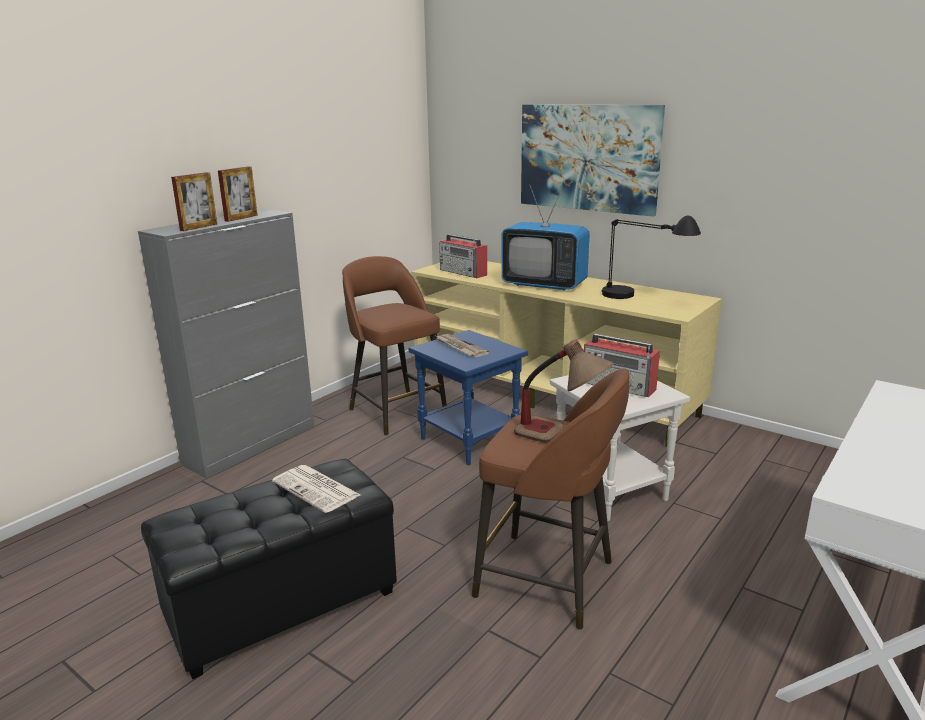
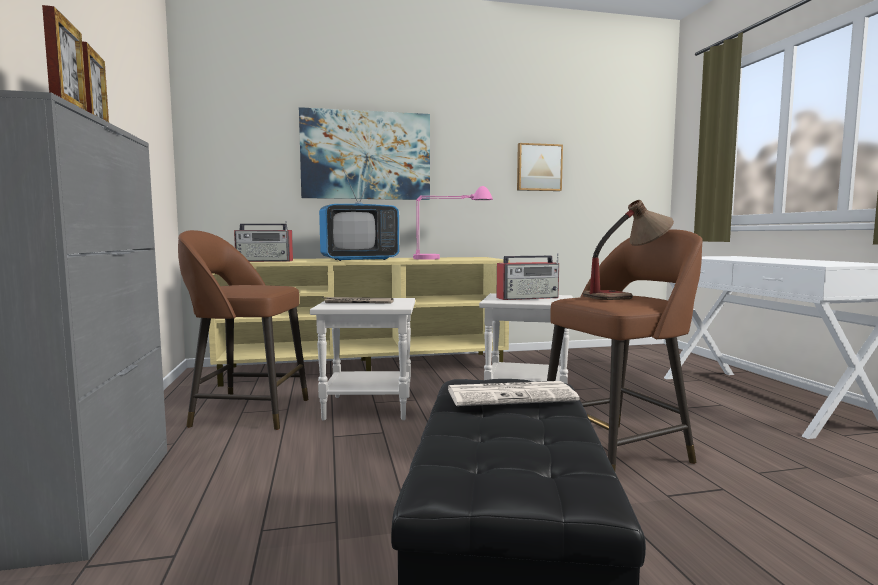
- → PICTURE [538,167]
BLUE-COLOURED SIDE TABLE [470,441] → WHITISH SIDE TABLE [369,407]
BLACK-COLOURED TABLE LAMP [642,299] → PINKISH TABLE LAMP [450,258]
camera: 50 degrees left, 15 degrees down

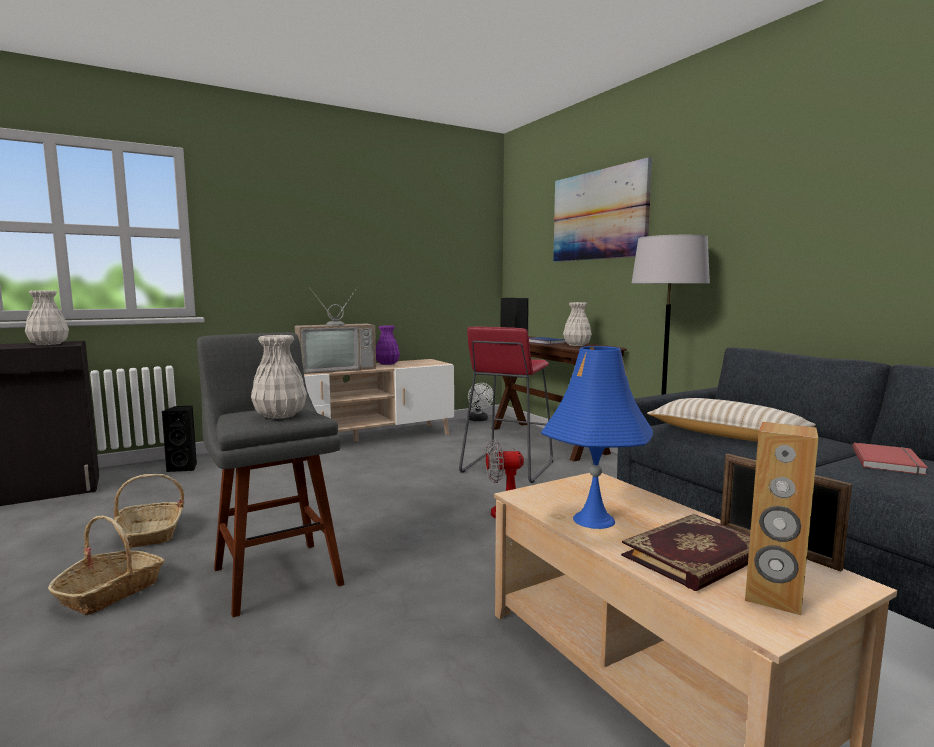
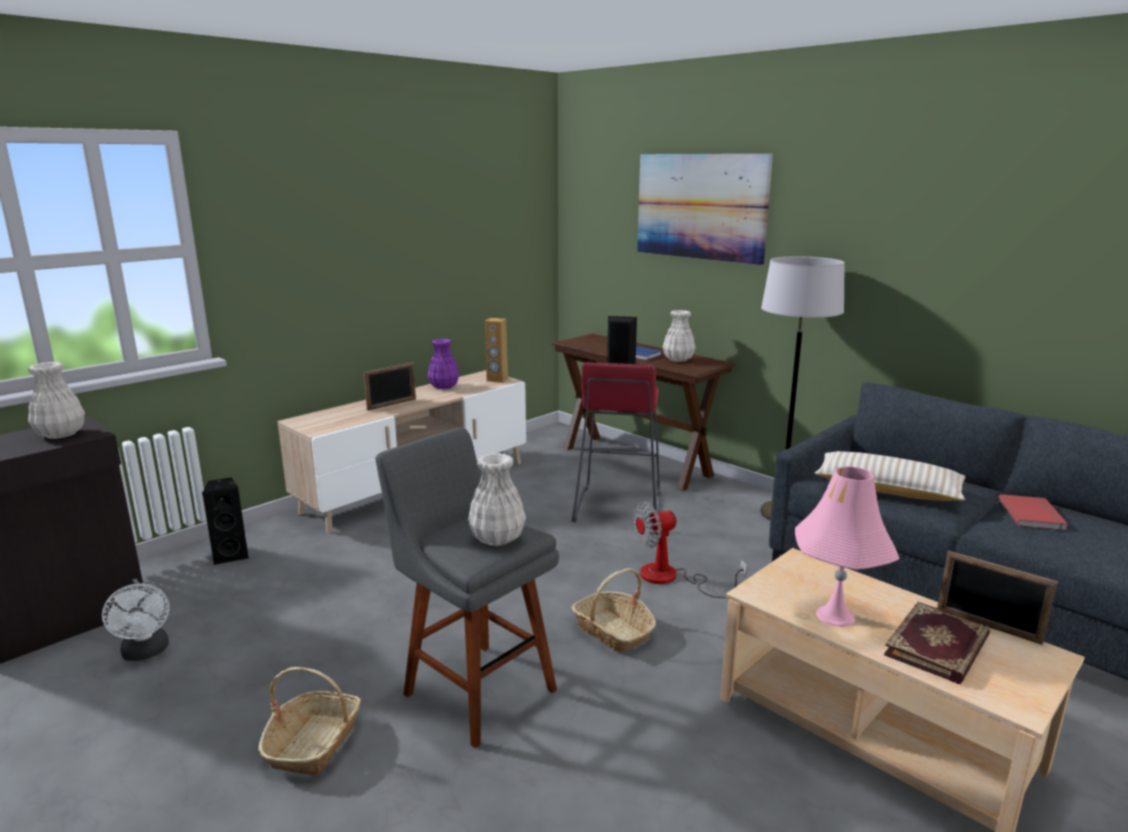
STORAGE BASKET [150,533] → STORAGE BASKET [613,631], relocated
WHITISH ELECTRIC FAN [479,420] → WHITISH ELECTRIC FAN [146,653], relocated
BROWN AUDIO SPEAKER [773,597] → BROWN AUDIO SPEAKER [497,380], relocated
TV SET [336,369] → STANDING FRAME [392,404]
BLUE-COLOURED TABLE LAMP [594,519] → PINKISH TABLE LAMP [835,615]
camera: 15 degrees left, 10 degrees up

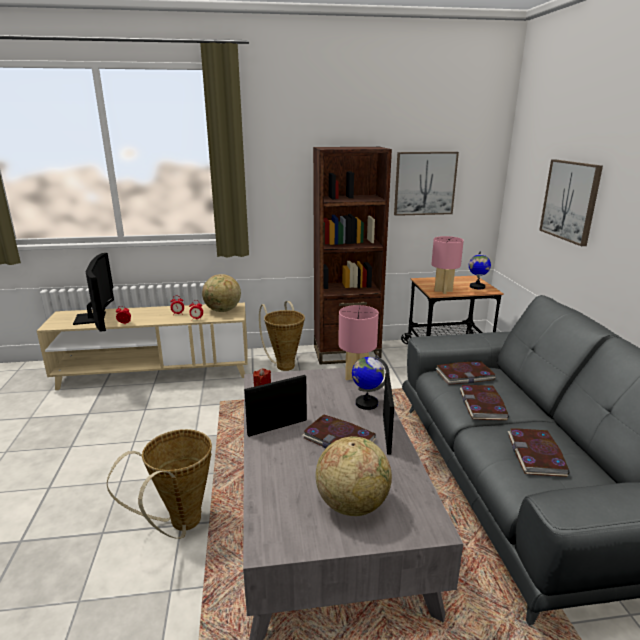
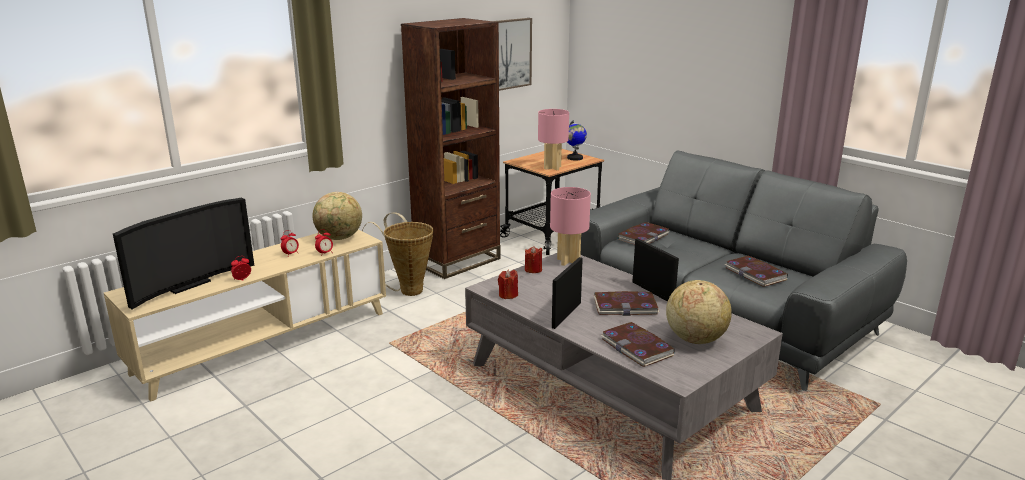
STORAGE BASKET [180,525] → -
DESK GLOBE [366,403] → -
PICTURE [570,201] → -
- → RED CANDLE [533,270]
BOOK [483,405] → BOOK [637,347], relocated
TV SET [95,318] → TV SET [186,284], 90 degrees clockwise
camera: 35 degrees left, 0 degrees up

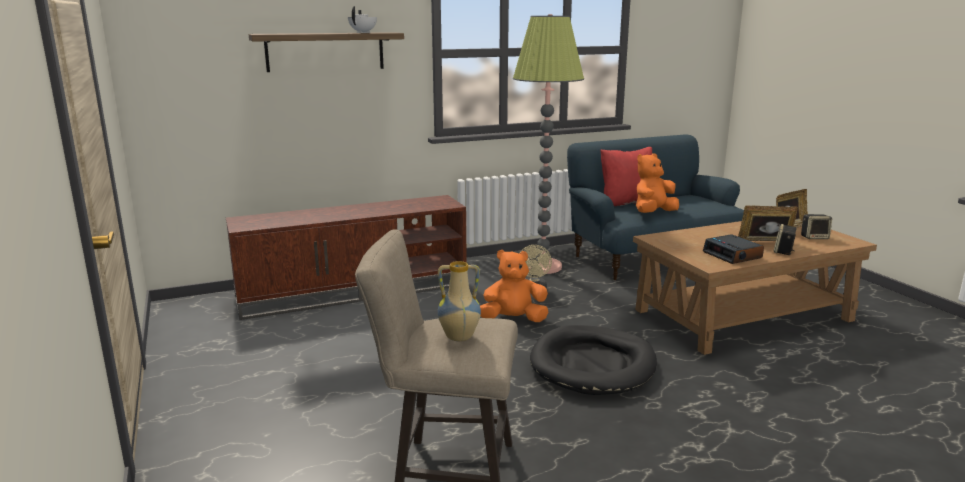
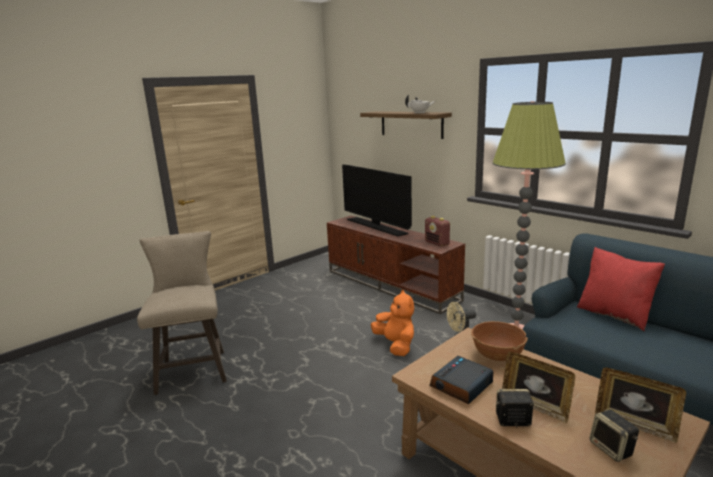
FLOWER VASE [459,338] → -
BLACK-COLOURED DOG CUSHION [593,365] → -
ORANGEY PLUSH TOY [653,213] → -
- → TV SET [376,226]
- → RADIO RECEIVER [437,243]
- → BROWN DEEP DISH [497,355]
STANDING FRAME [765,242] → STANDING FRAME [535,406], 150 degrees clockwise
camera: 70 degrees right, 0 degrees up

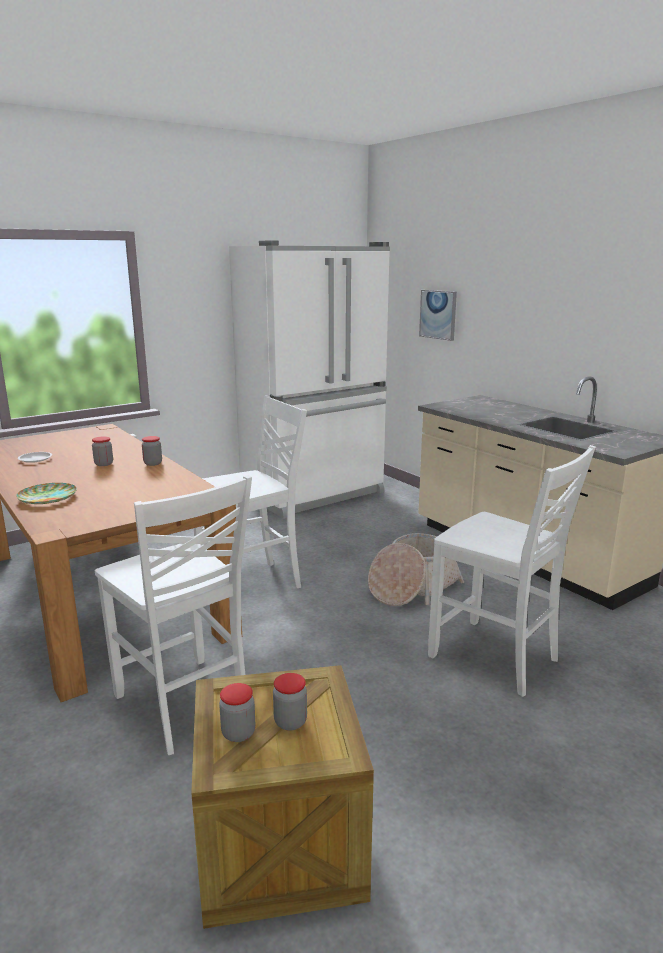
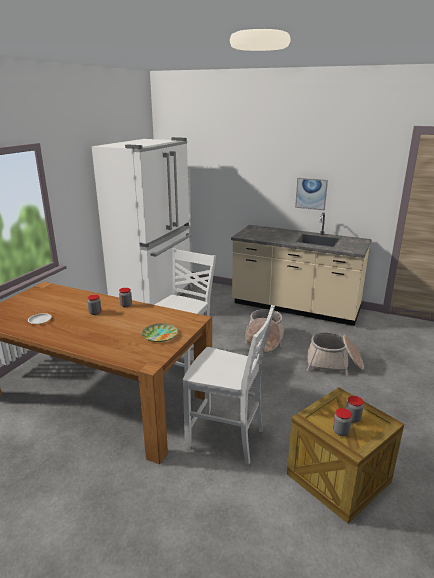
FLAT DISH [47,497] → FLAT DISH [159,335], relocated
PICTURE [438,314] → PICTURE [311,193], relocated
WHITISH CHAIR [496,658] → STORAGE BASKET [334,363]
camera: 30 degrees left, 5 degrees up

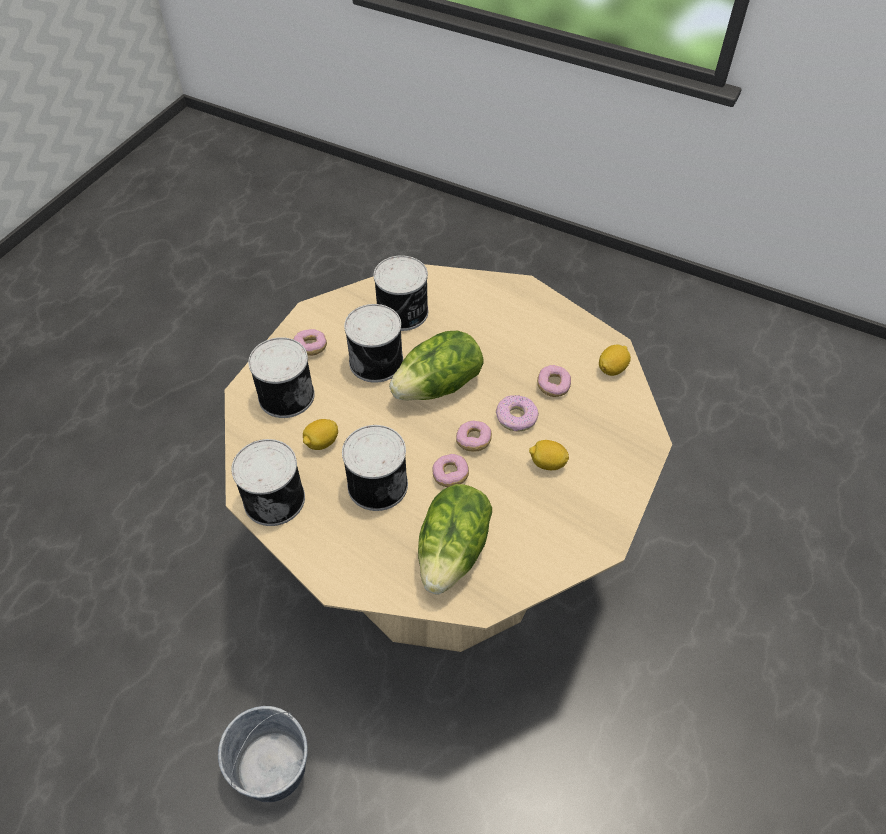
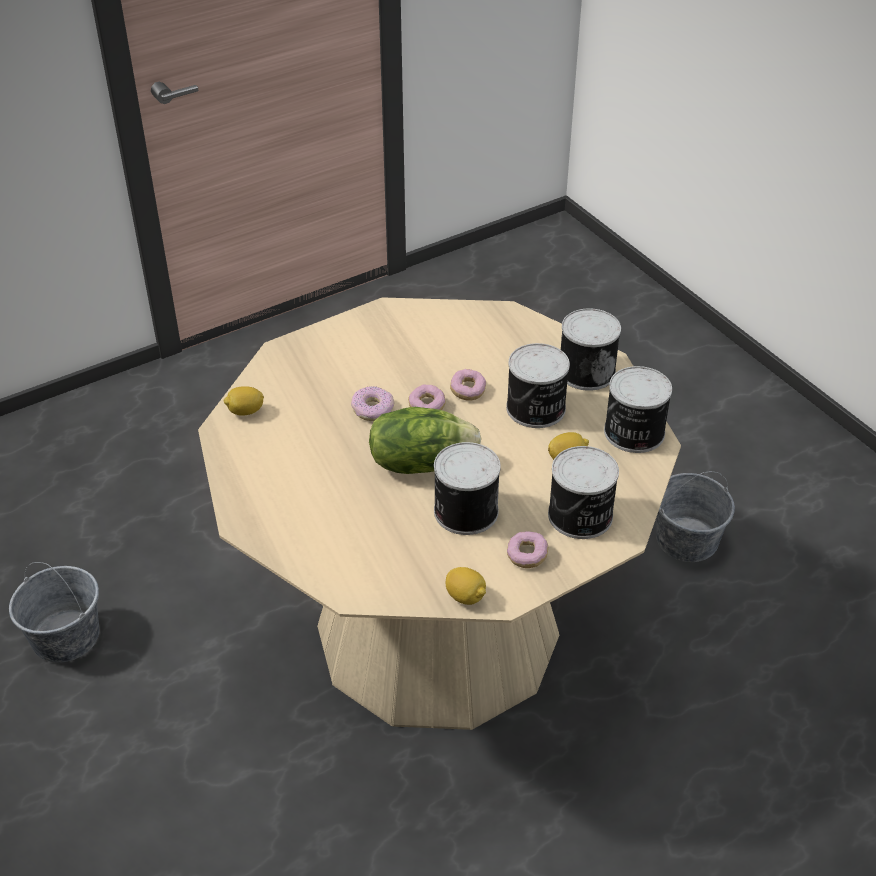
HEAD OF LETTUCE [454,551] → -
DOUGHNUT [553,386] → -
- → GREYISH PAIL [65,636]
METAL CAN [403,312] → METAL CAN [586,370], relocated
LEMON [547,463] → LEMON [465,597], relocated
camera: 150 degrees left, 10 degrees down

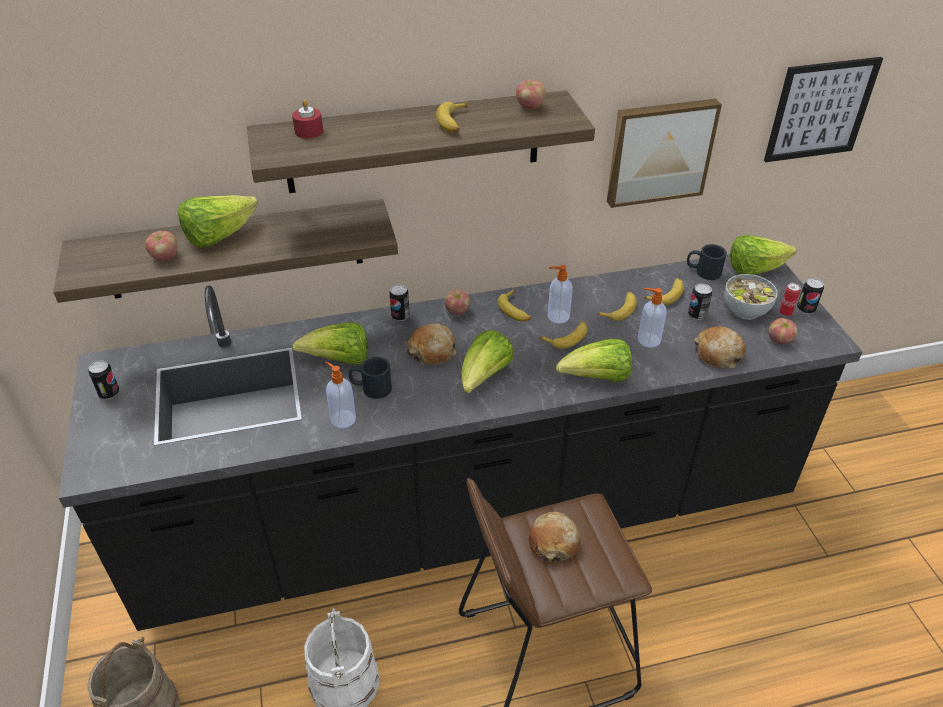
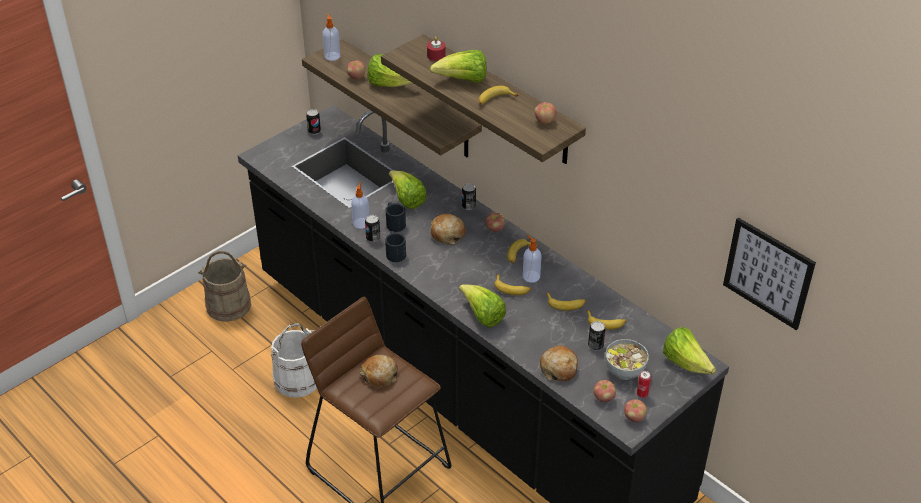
PICTURE [659,151] → -
- → APPLE FRUIT [634,417]
HEAD OF LETTUCE [484,377] → HEAD OF LETTUCE [463,80], relocated
LIQUID SOAP BOTTLE [648,340] → LIQUID SOAP BOTTLE [332,56], relocated
BLACK-COLOURED MUG [703,271] → BLACK-COLOURED MUG [395,252], relocated
METAL CAN [806,309] → METAL CAN [373,238], relocated
camera: 60 degrees right, 0 degrees up

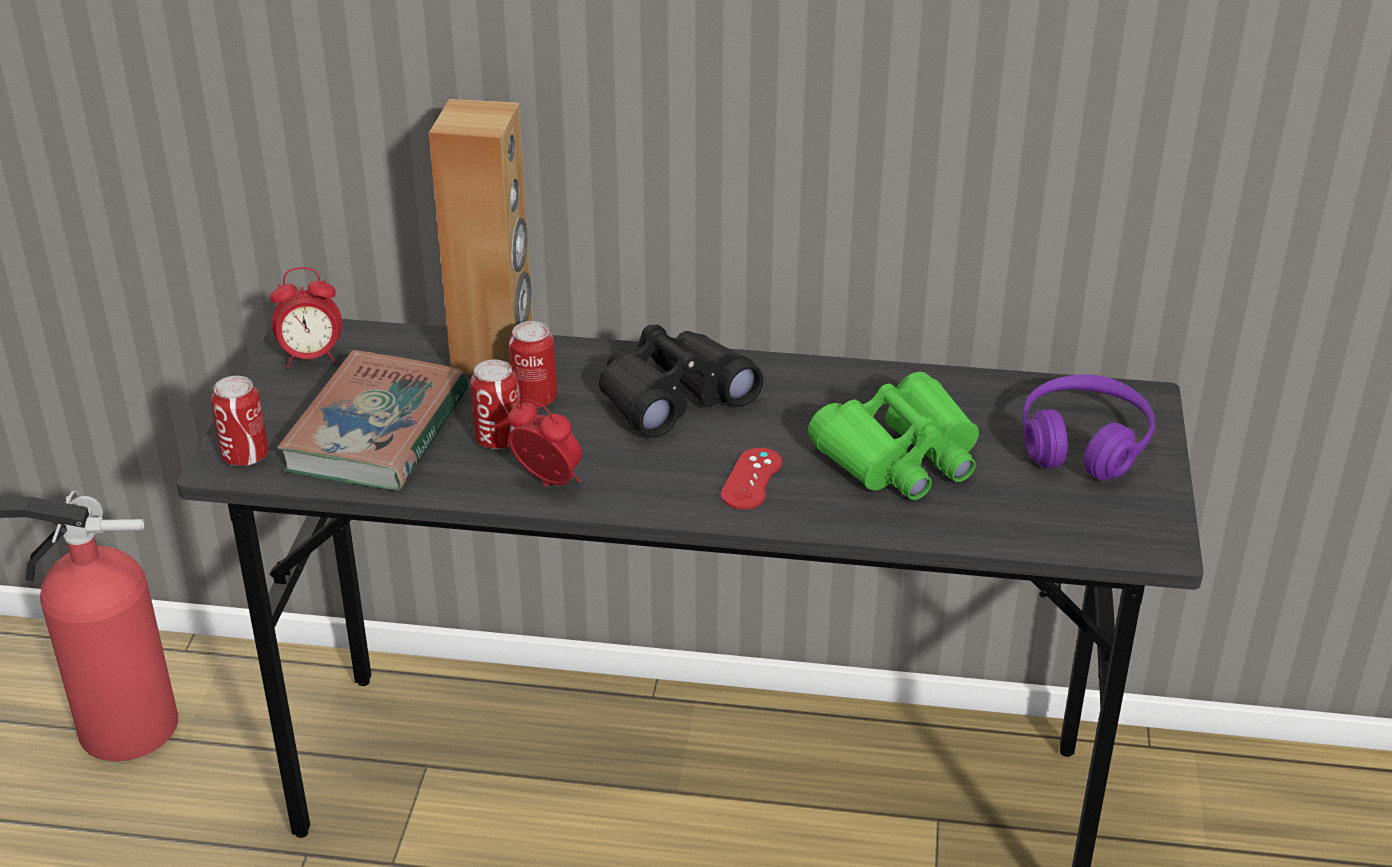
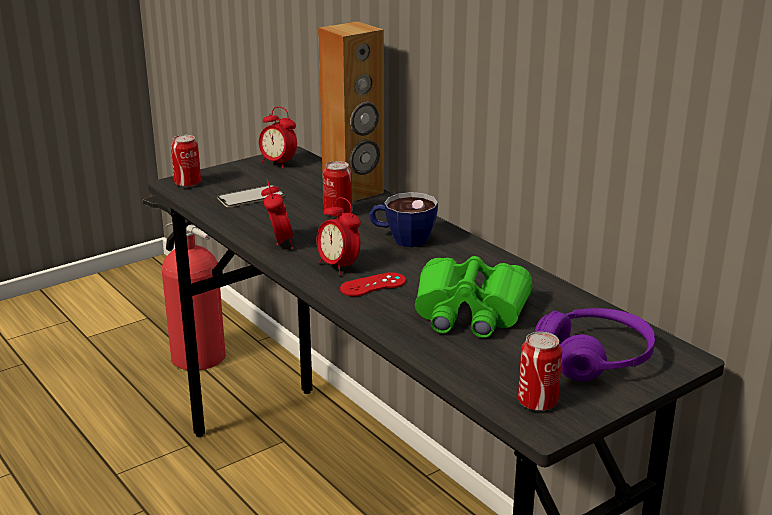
- → TABLE CLOCK [338,266]
METAL CAN [498,439] → METAL CAN [537,402], relocated
BOOK [377,432] → TELEPHONE [251,197]
BLACK-COLOURED FIELD GLASSES [673,397] → SMALL CUP [402,239]
camera: 45 degrees right, 10 degrees down

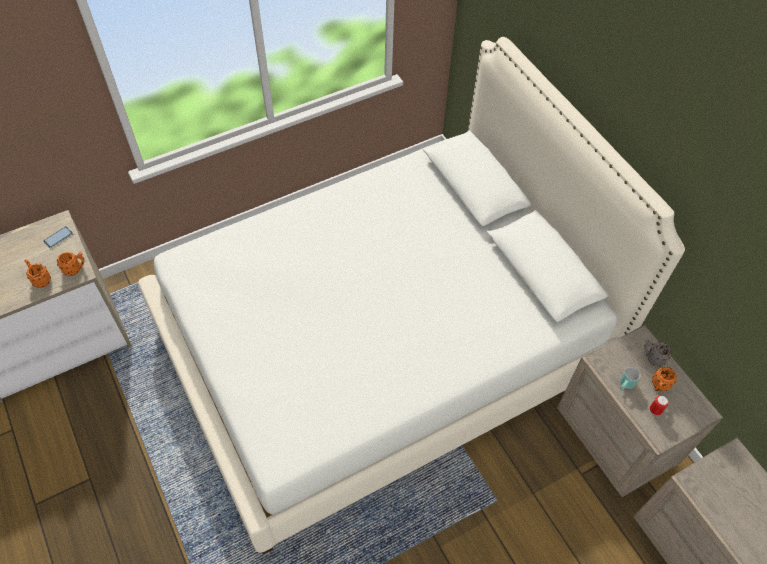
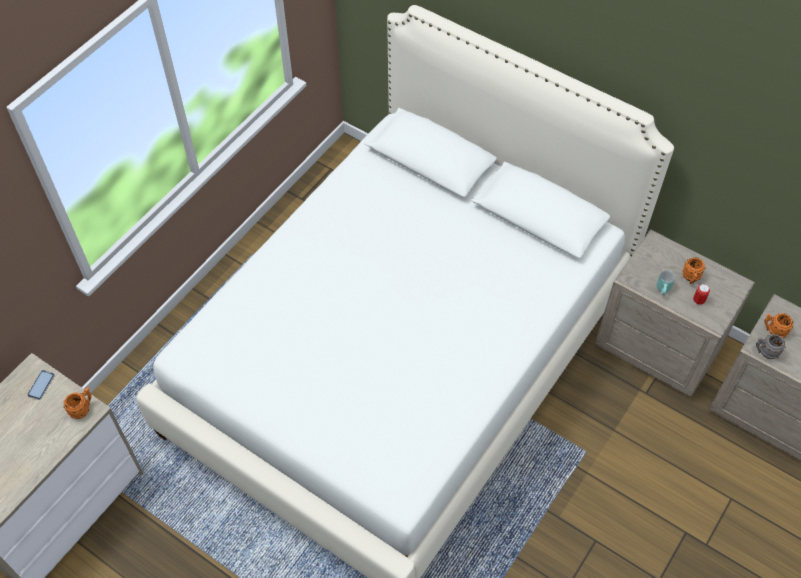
ORANGEY MUG [40,280] → ORANGEY MUG [773,331], relocated
GREYISH MUG [652,357] → GREYISH MUG [765,352], relocated
camera: 25 degrees left, 0 degrees up

